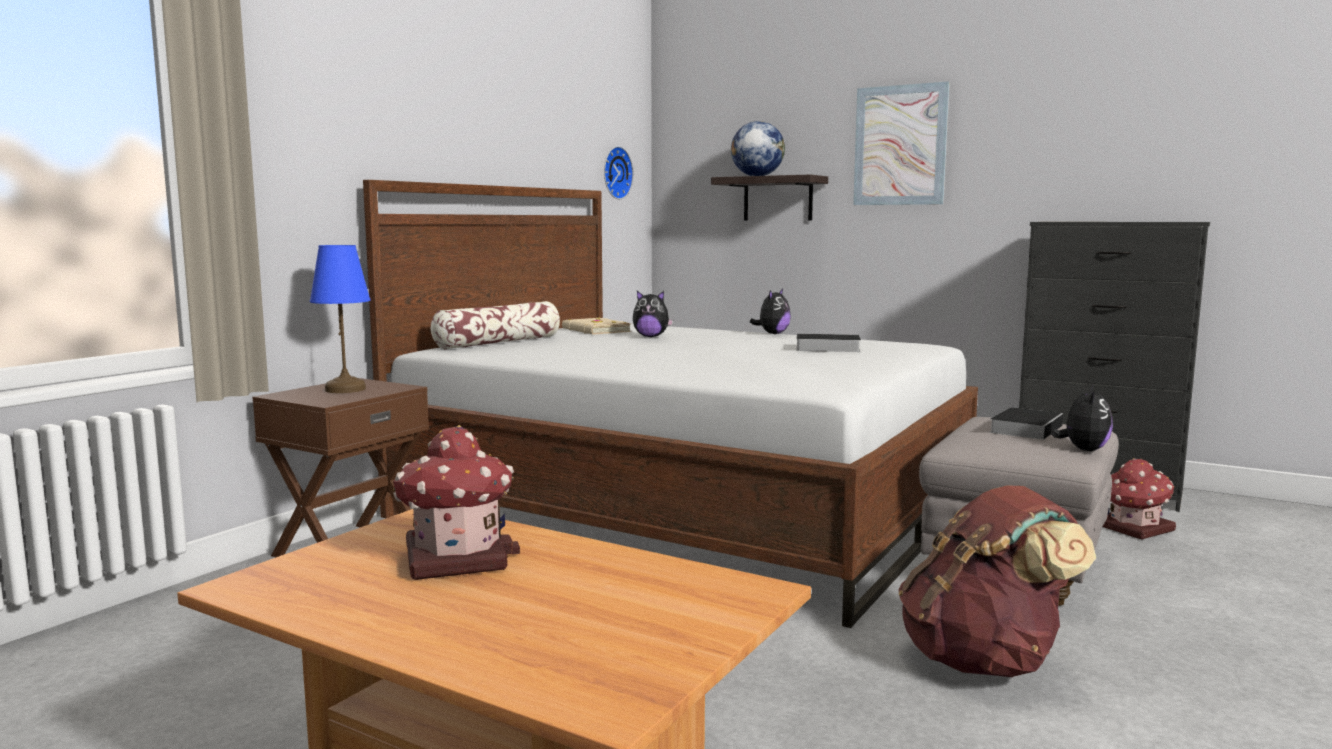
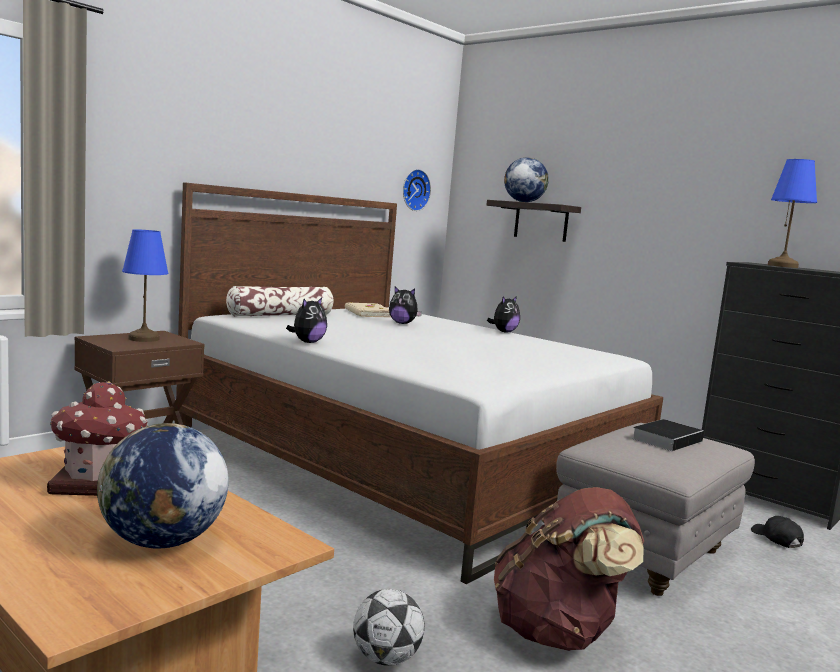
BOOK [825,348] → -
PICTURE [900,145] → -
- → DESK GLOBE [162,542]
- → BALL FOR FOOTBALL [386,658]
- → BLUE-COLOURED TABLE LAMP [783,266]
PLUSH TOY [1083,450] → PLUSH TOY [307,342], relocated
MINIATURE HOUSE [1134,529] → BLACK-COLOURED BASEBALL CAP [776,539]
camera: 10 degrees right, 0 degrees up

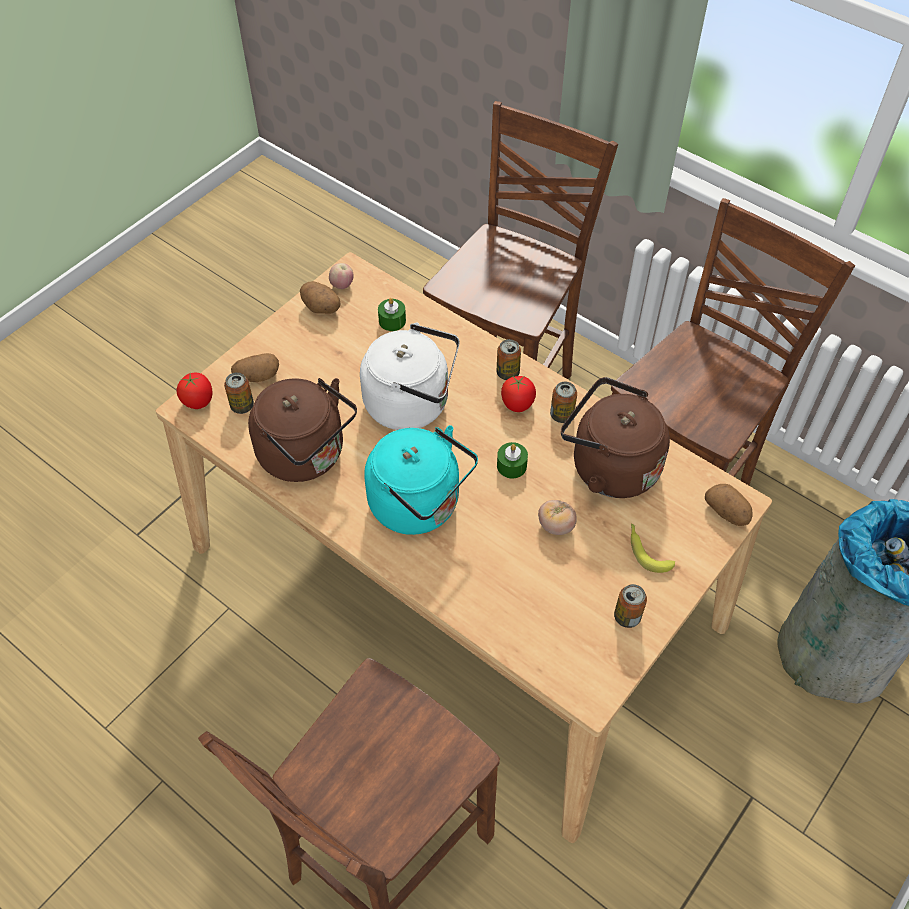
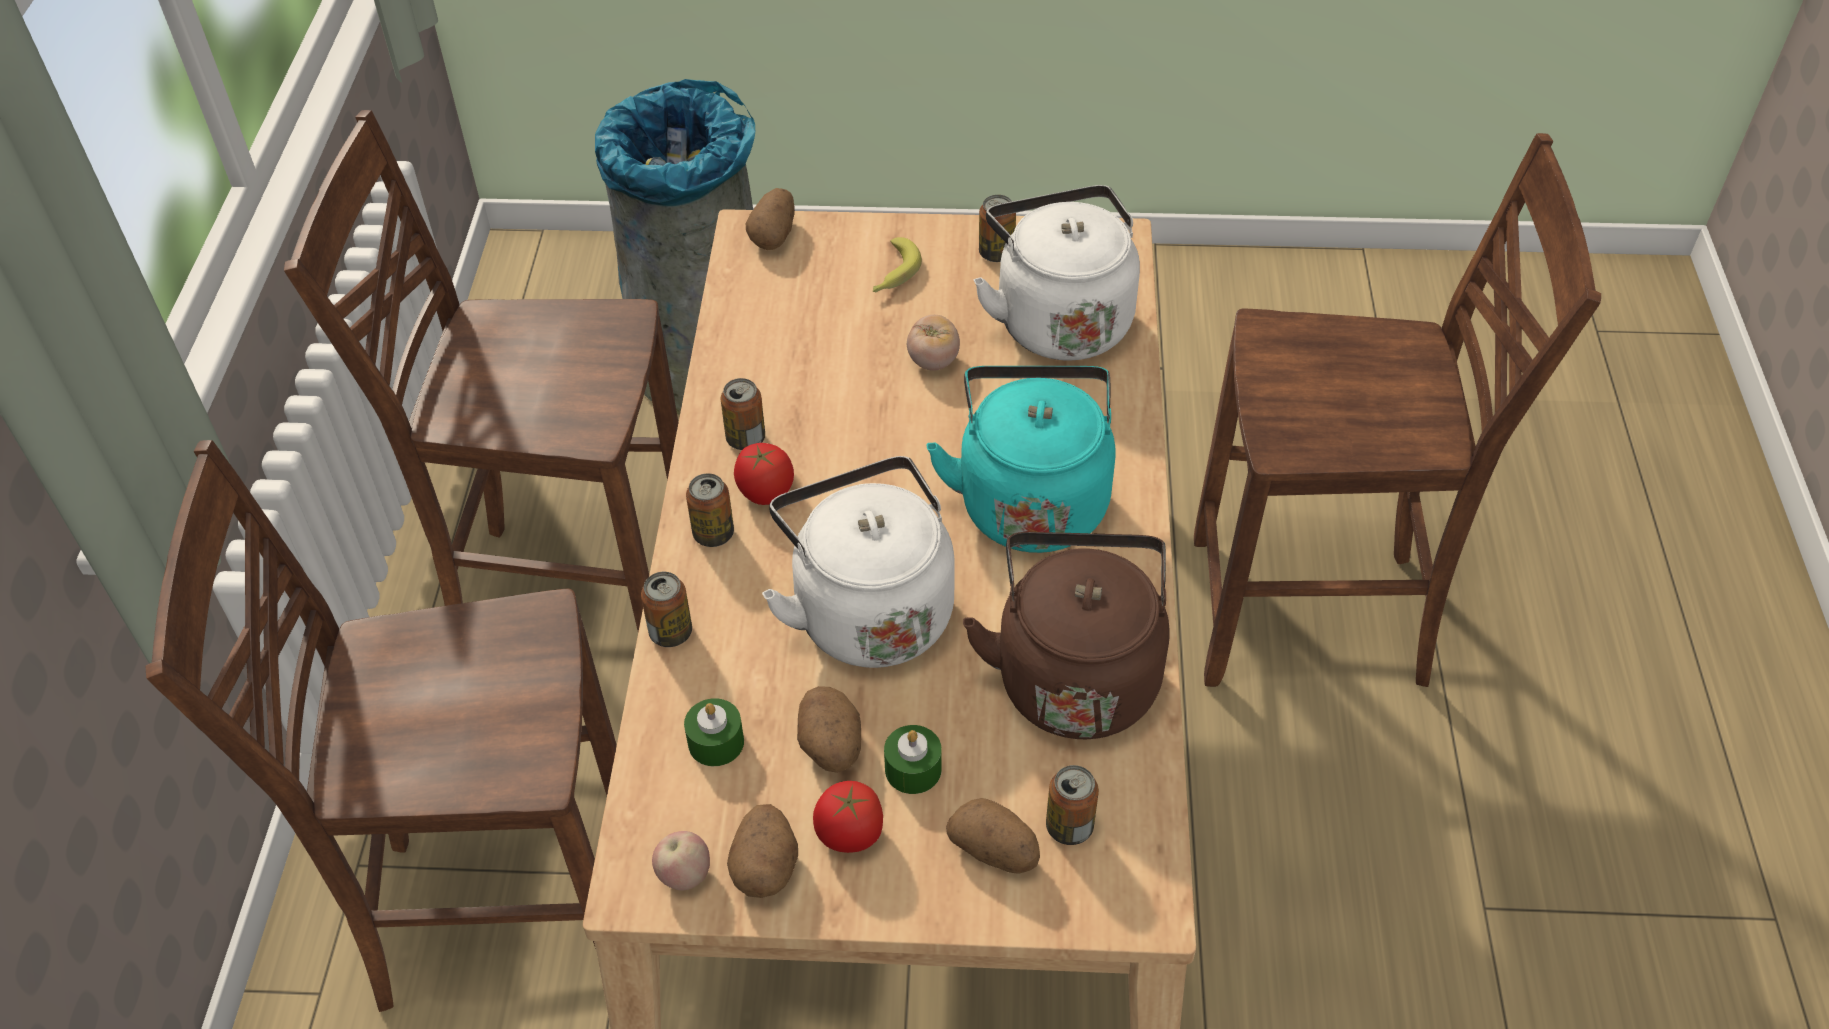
BROWN KETTLE [609,466] → -
- → METAL CAN [671,633]
- → SPUD [831,747]
- → WHITISH KETTLE [1059,319]
WHOLE TOMATO [198,401] → WHOLE TOMATO [849,835], relocated
GREEN-COLOURED CANDLE [511,466] → GREEN-COLOURED CANDLE [913,769], relocated
camera: 125 degrees left, 5 degrees down

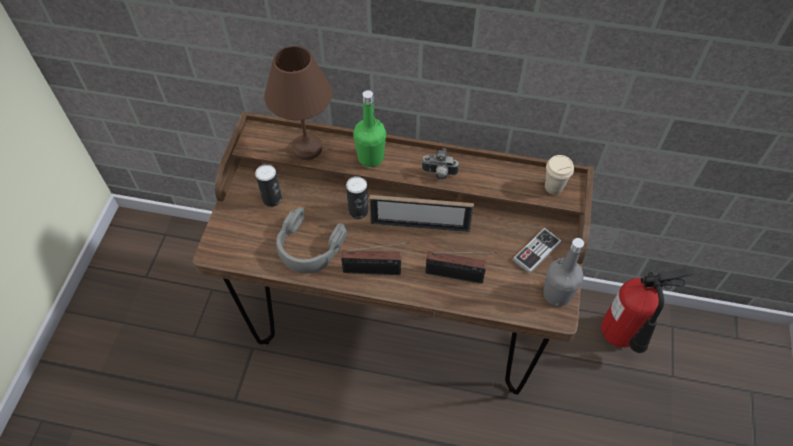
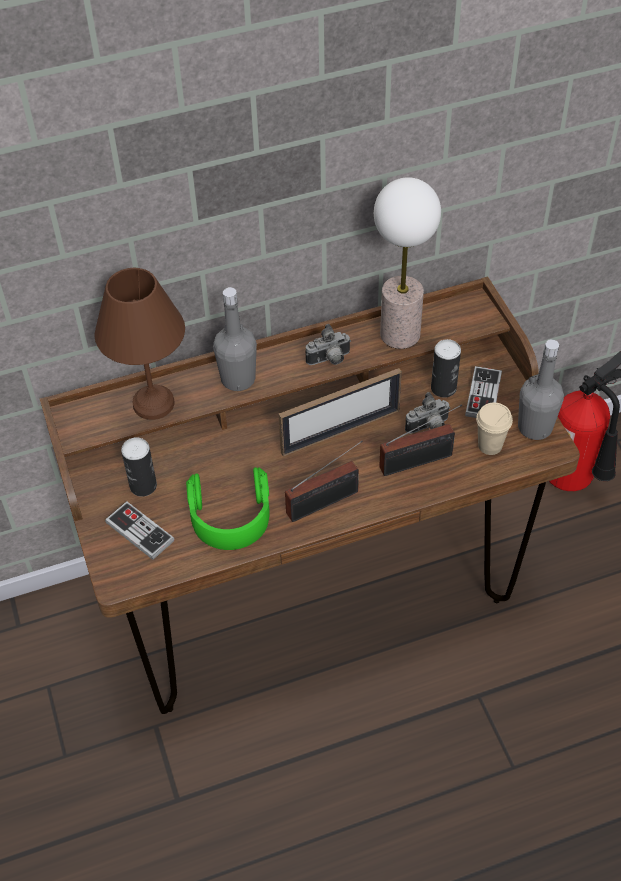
- → JOYPAD [140,531]
- → TABLE LAMP [399,334]
- → PHOTO CAMERA [428,427]
METAL CAN [358,211] → METAL CAN [443,388], relocated
SAND-COLOURED SMALL CUP [553,187] → SAND-COLOURED SMALL CUP [490,445], relocated
GREYISH PAIR OF HEADPHONES [309,247] → GREEN-COLOURED PAIR OF HEADPHONES [230,515]
GREEN-COLOURED BOTTLE [370,157] → GREYISH BOTTLE [238,379]
camera: 30 degrees left, 5 degrees down

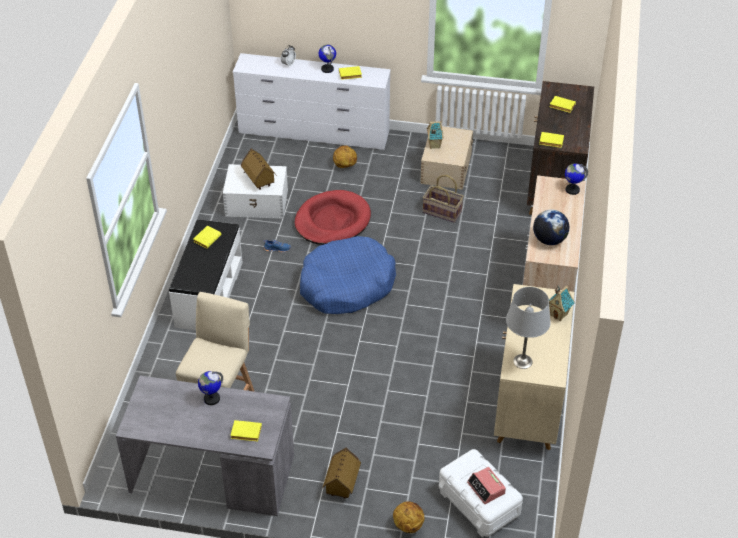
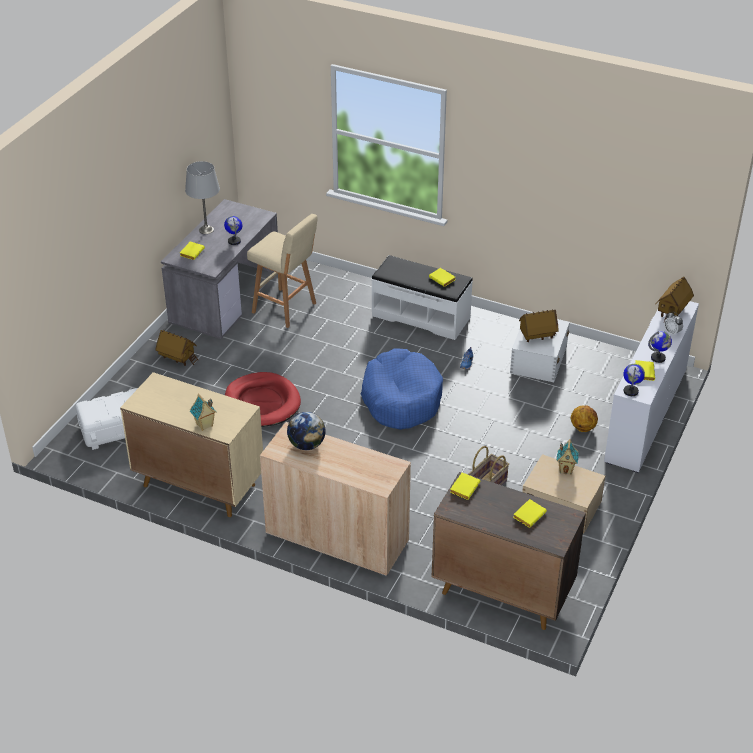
BASKETBALL BALL [408,525] → -
TABLE CLOCK [486,488] → -
- → MINIATURE HOUSE [672,312]
RED DOG CUSHION [332,221] → RED DOG CUSHION [262,403], relocated
GREYISH TABLE LAMP [522,361] → GREYISH TABLE LAMP [206,230], relocated
DESK GLOBE [572,190] → DESK GLOBE [631,391], relocated
camera: 105 degrees right, 5 degrees down

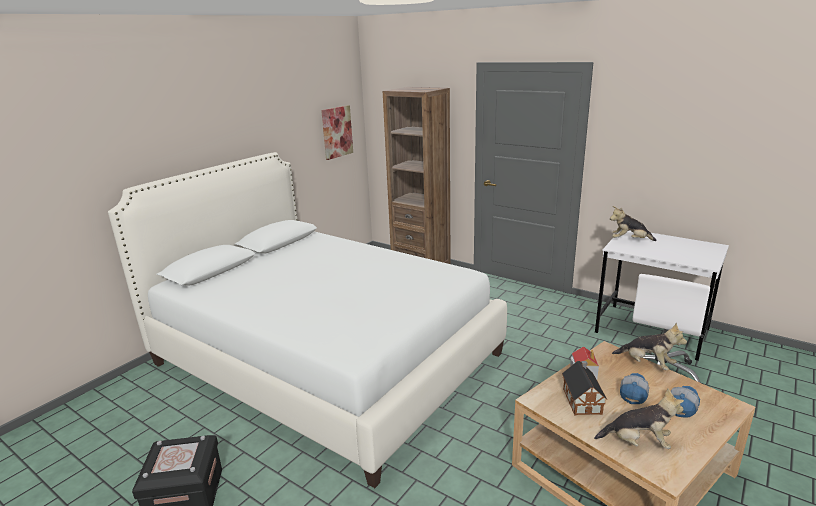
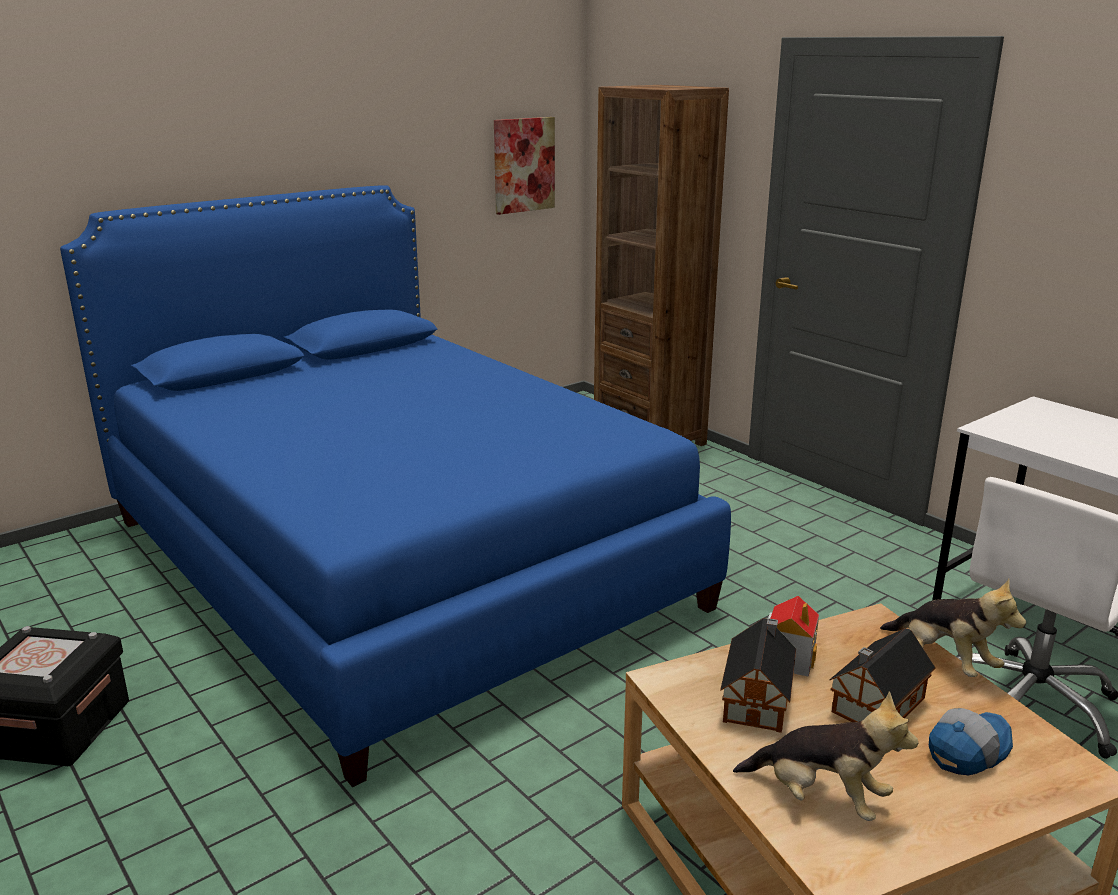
PLUSH TOY [629,240] → -
BASEBALL CAP [633,392] → MINIATURE HOUSE [875,706]
WHITISH BED [325,358] → BLUE-COLOURED BED [394,561]
camera: 15 degrees right, 0 degrees up

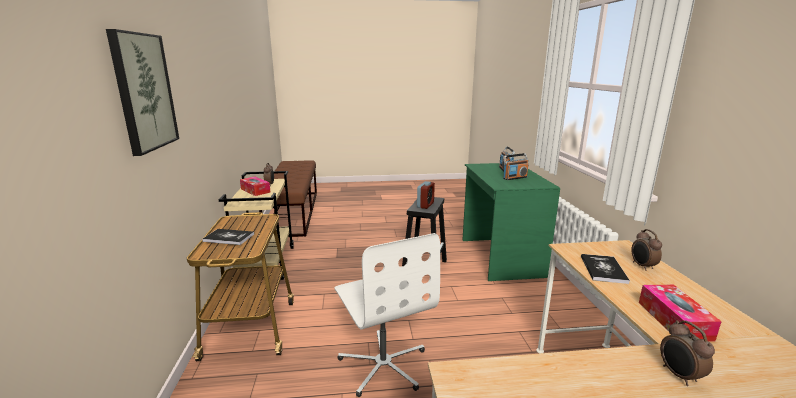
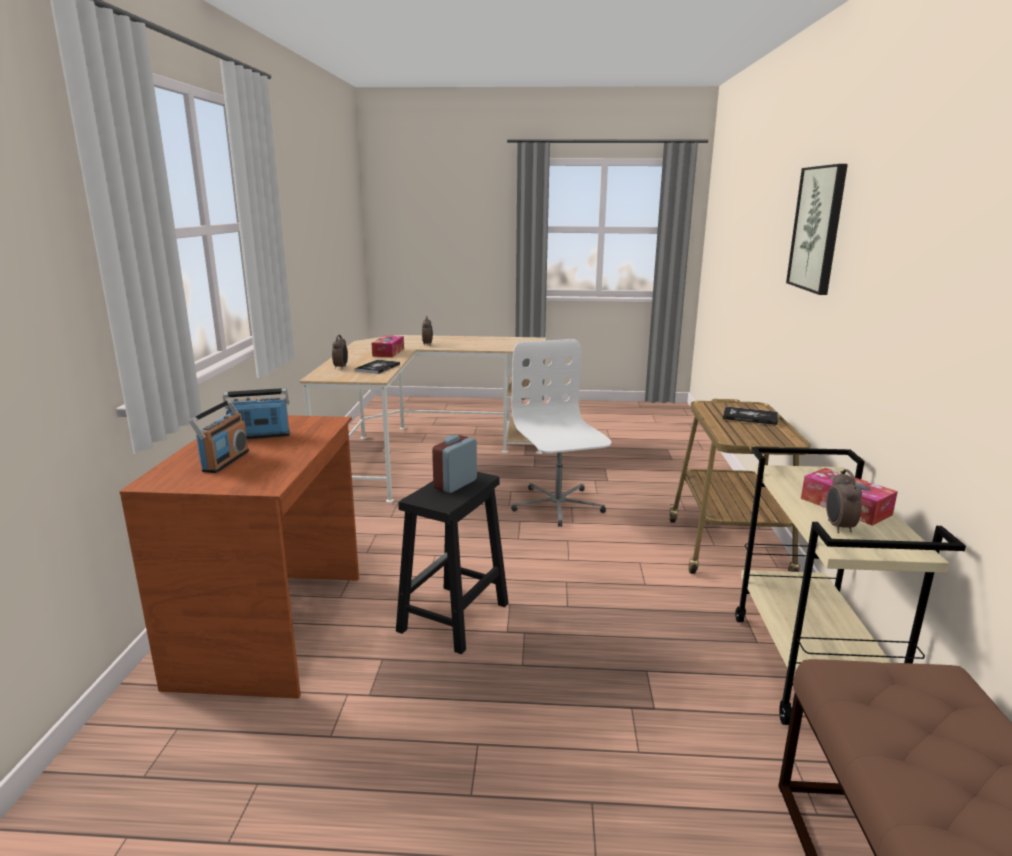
GREEN-COLOURED DESK [499,257] → BROWN DESK [274,628]
camera: 170 degrees left, 0 degrees up

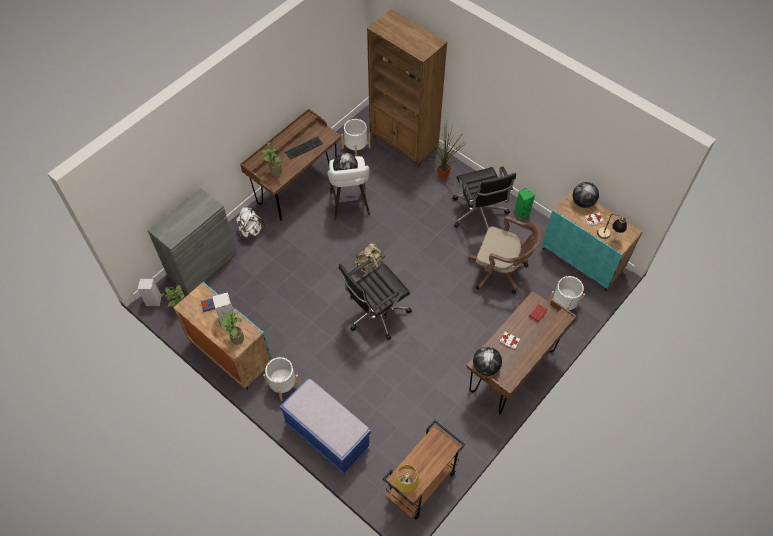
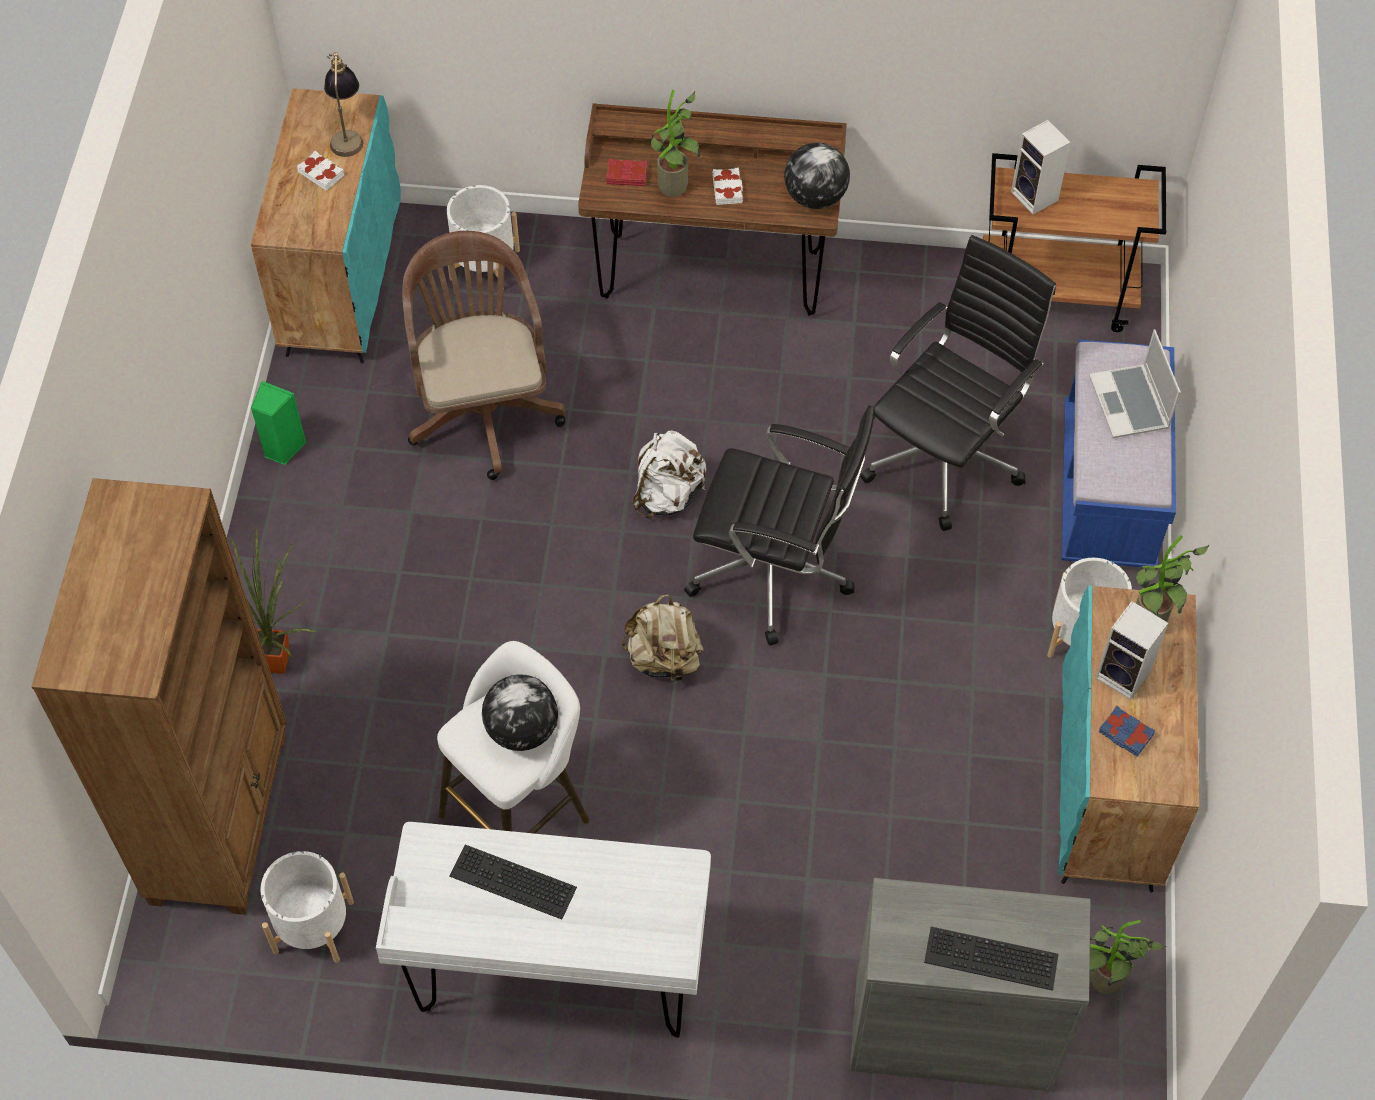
YELLOW-COLOURED TABLE LAMP [406,487] → -
DESK GLOBE [583,202] → -
- → PC KEYBOARD [989,960]
- → NOTEBOOK COMPUTER [1130,404]
AUDIO SPEAKER [153,301] → AUDIO SPEAKER [1036,197], relocated
WHITISH RUCKSACK [251,230] → WHITISH RUCKSACK [668,495], relocated
HOUSEPLANT [274,172] → HOUSEPLANT [676,188], relocated
BLACK-COLOURED DESK CHAIR [479,214] → BLACK-COLOURED DESK CHAIR [946,456], relocated
BROWN DESK [297,188] → WHITISH DESK [556,978]
camera: 125 degrees left, 0 degrees up

